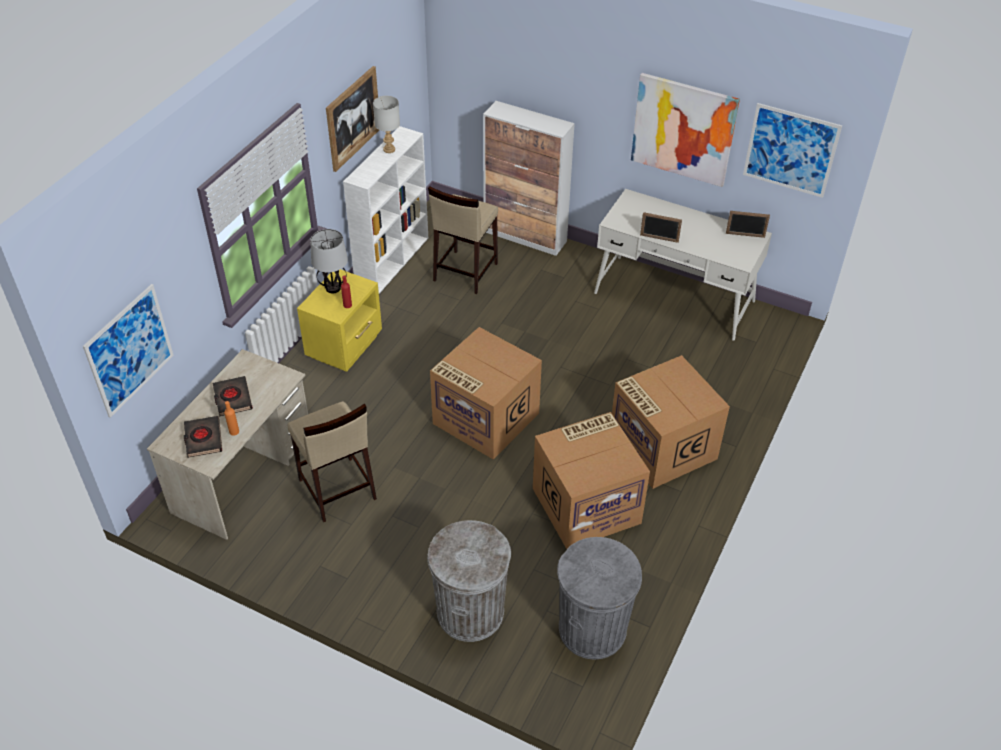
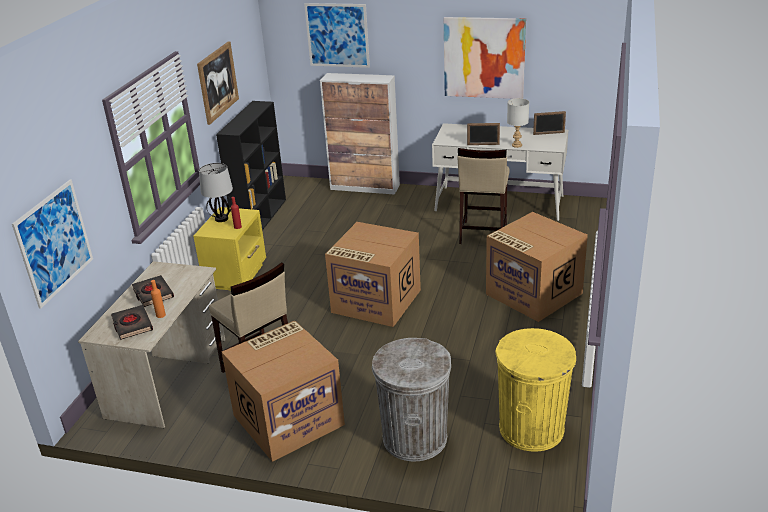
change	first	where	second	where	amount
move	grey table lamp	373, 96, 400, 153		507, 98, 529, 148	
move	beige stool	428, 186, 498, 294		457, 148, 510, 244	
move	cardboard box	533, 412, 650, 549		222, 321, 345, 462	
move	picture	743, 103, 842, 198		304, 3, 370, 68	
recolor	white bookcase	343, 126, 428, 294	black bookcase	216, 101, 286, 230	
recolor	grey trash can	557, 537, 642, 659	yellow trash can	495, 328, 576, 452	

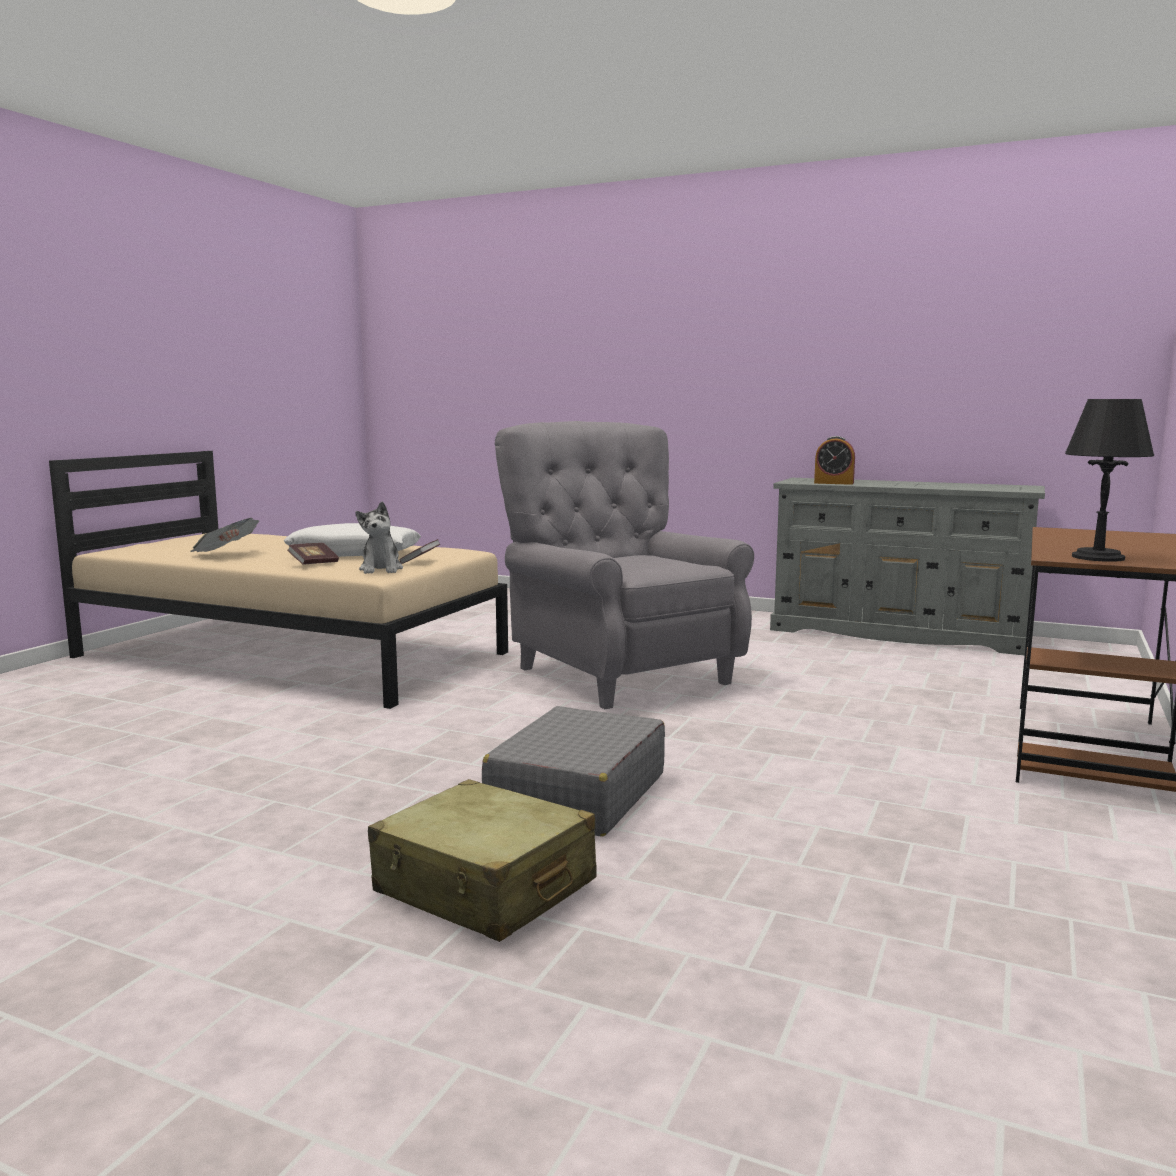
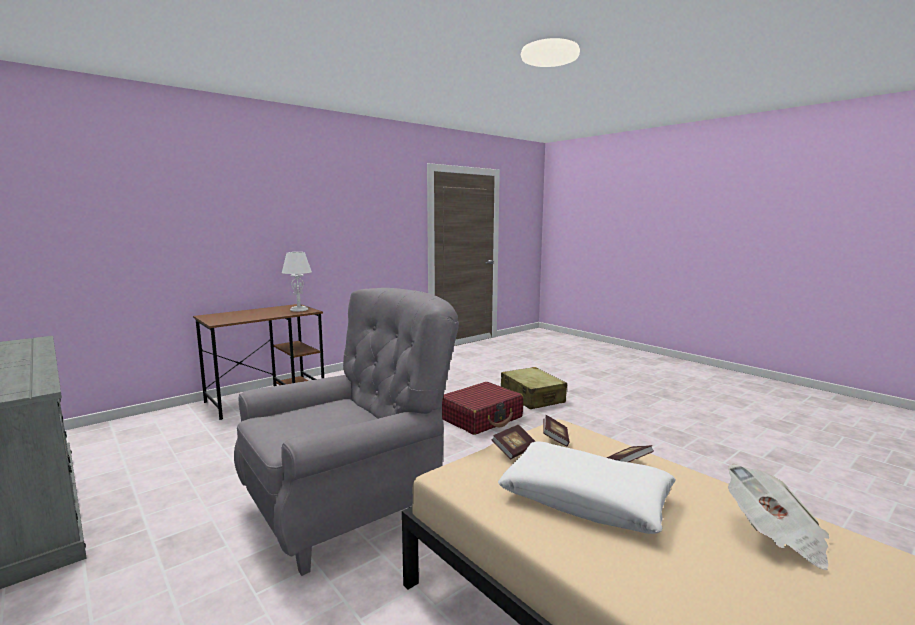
change	first	where	second	where	amount
delete	alarm clock	814, 436, 855, 485			
replace	plush toy	355, 502, 403, 574	book	543, 415, 570, 447	
recolor	grey suitcase	482, 706, 665, 837	red suitcase	442, 382, 523, 435	
recolor	black table lamp	1065, 399, 1154, 562	white table lamp	282, 252, 312, 312	
rotate	grey armchair	495, 421, 754, 709		234, 288, 459, 576	120 degrees counterclockwise

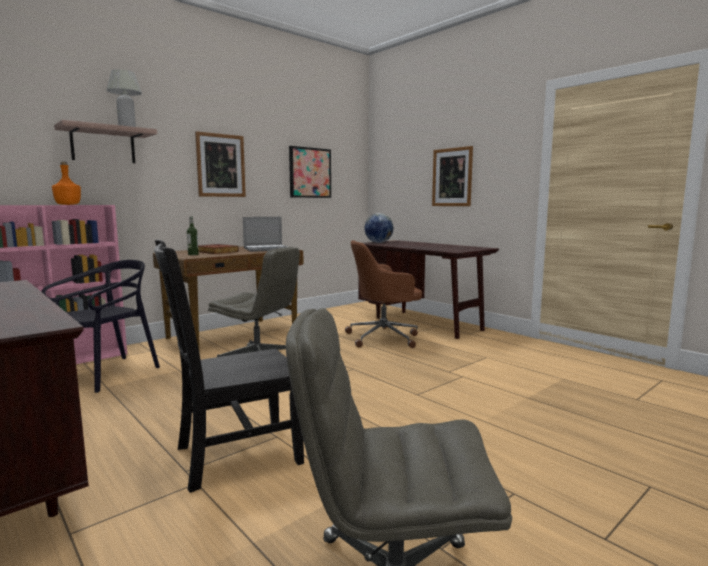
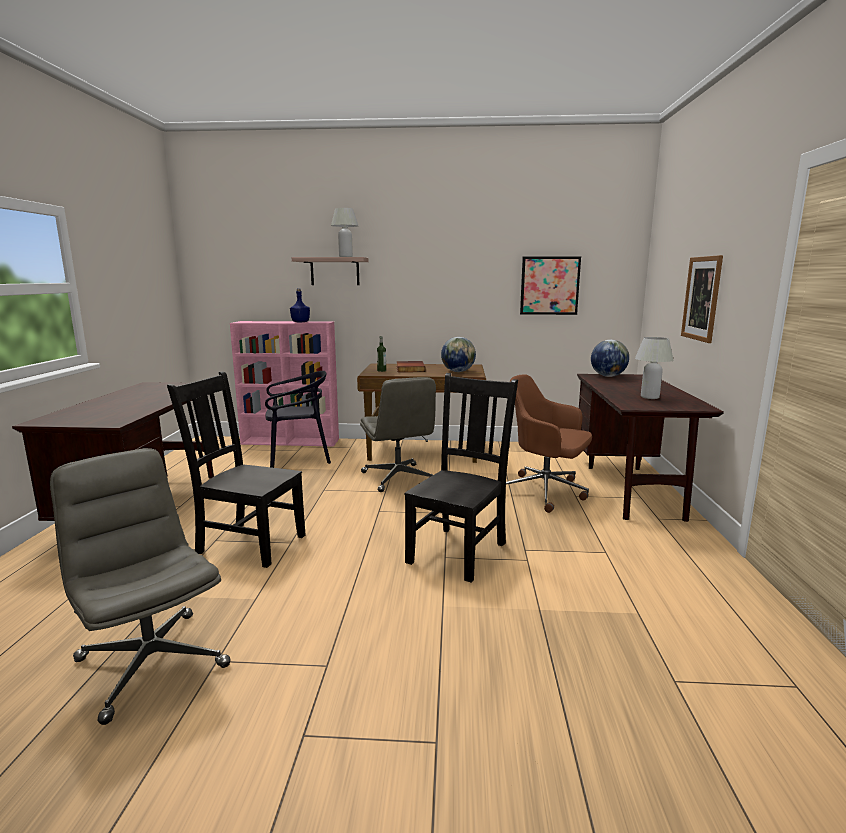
change	first	where	second	where	amount
delete	picture	195, 131, 246, 197			
insert			black chair	404, 373, 518, 583	
insert			white table lamp	635, 337, 674, 399	
replace	laptop	243, 217, 287, 252	globe	441, 337, 476, 372	
recolor	orange bottle	52, 162, 81, 205	blue bottle	290, 289, 310, 322	

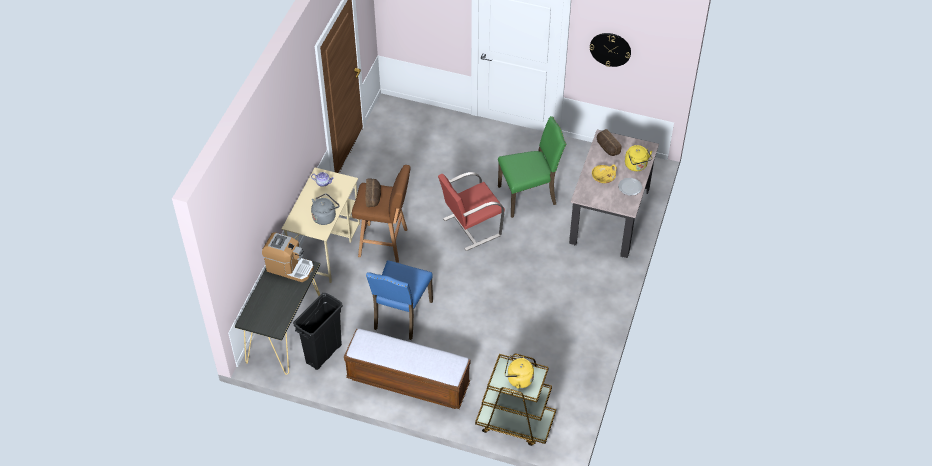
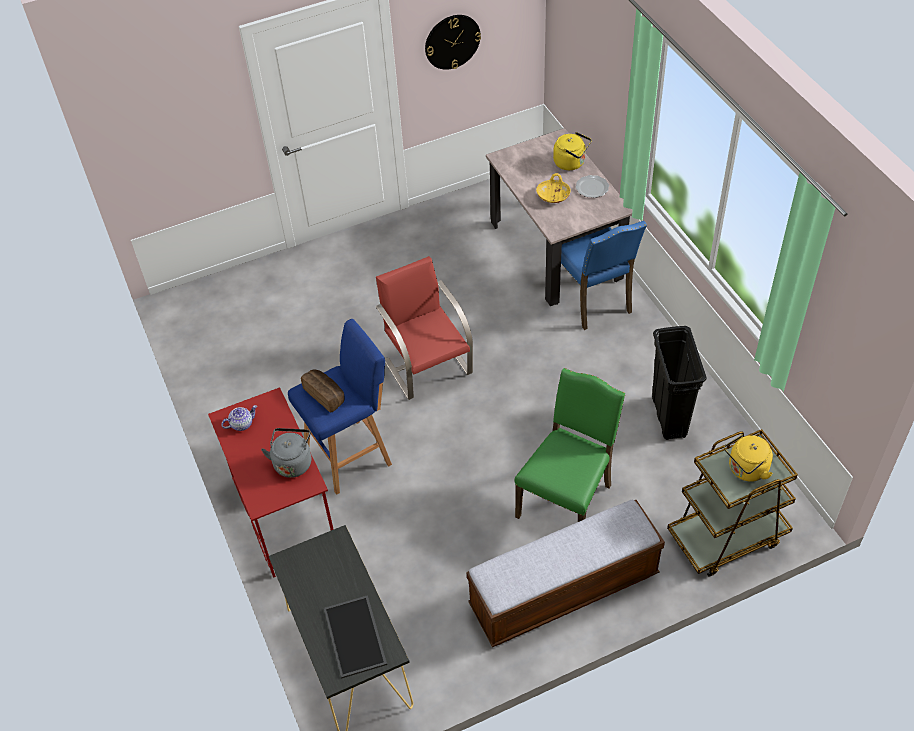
change	first	where	second	where	amount
delete	coffee machine	262, 233, 314, 282			
delete	bread	597, 129, 621, 156			
insert			tray	324, 595, 387, 679	
move	black trash can	293, 293, 343, 370		652, 326, 707, 440	
move	blue chair	366, 260, 433, 340		561, 221, 647, 330	
move	green chair	498, 116, 566, 218		515, 368, 625, 522	
recolor	beige desk	282, 168, 360, 283	red desk	208, 387, 334, 578	
recolor	brown stool	352, 165, 410, 263	blue stool	288, 319, 392, 495	
rotate	red chair	438, 172, 505, 251		376, 256, 473, 400	135 degrees clockwise

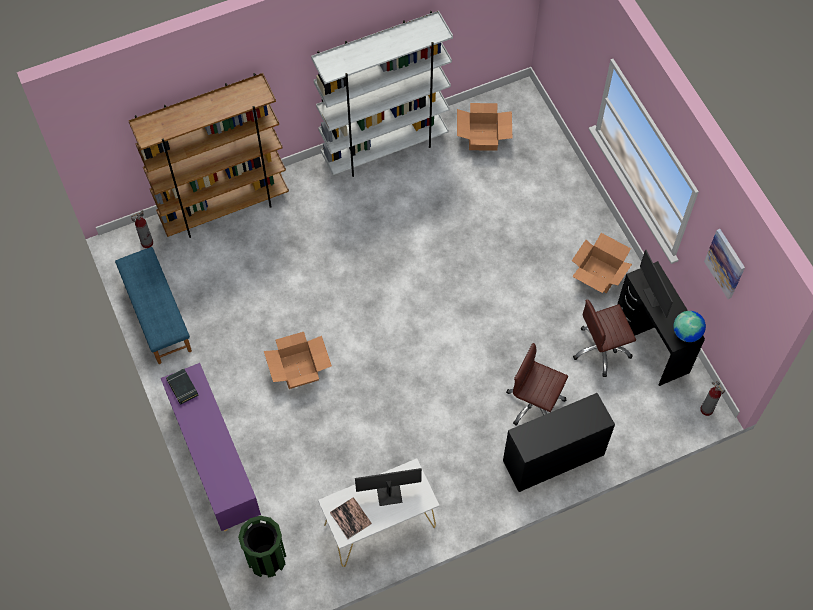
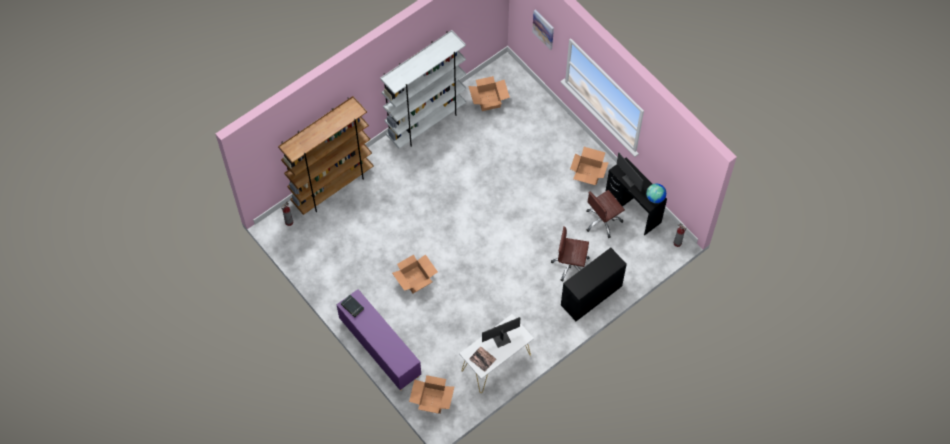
change	first	where	second	where	amount
delete	blue bench	115, 247, 192, 364			
move	picture	704, 229, 745, 299		532, 10, 554, 50	
replace	green trash can	238, 516, 286, 578	cardboard box	409, 375, 454, 414	

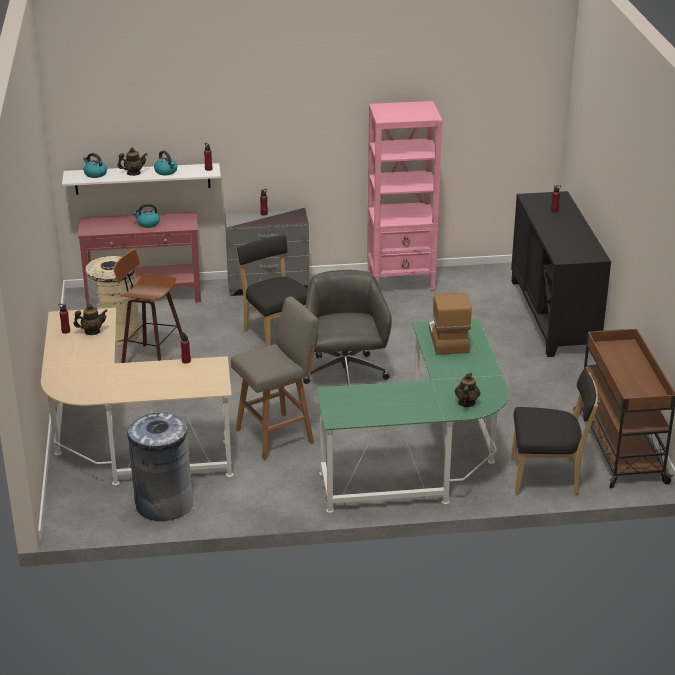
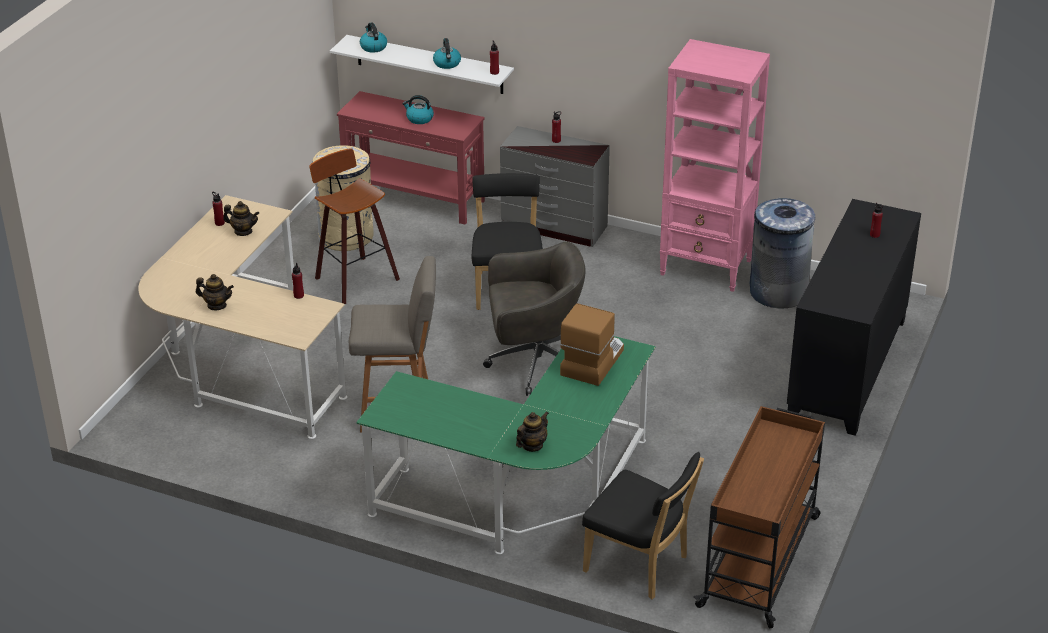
change	first	where	second	where	amount
move	teapot	118, 148, 148, 176		196, 274, 234, 310	
move	grey trash can	127, 412, 193, 521		749, 197, 815, 308	
rotate	grey office chair	303, 270, 392, 385		483, 242, 586, 396	60 degrees clockwise

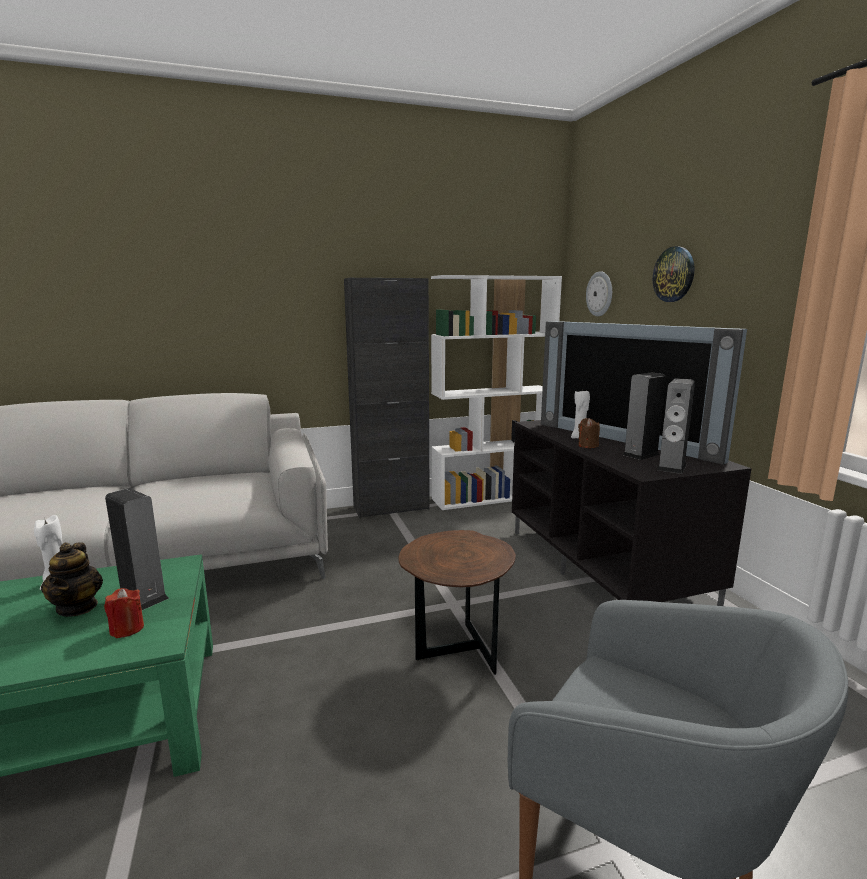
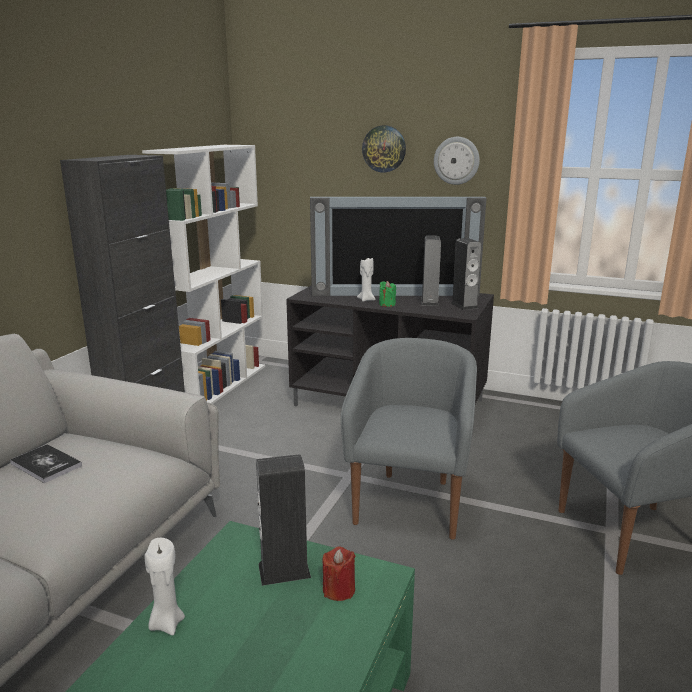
change	first	where	second	where	amount
delete	teapot	41, 543, 103, 617			
insert			book	10, 444, 82, 483	
move	wall clock	586, 271, 612, 317		434, 137, 480, 185	
replace	brown side table	398, 530, 516, 675	grey armchair	341, 338, 477, 539	
recolor	brown candle	578, 418, 600, 448	green candle	379, 281, 396, 307	

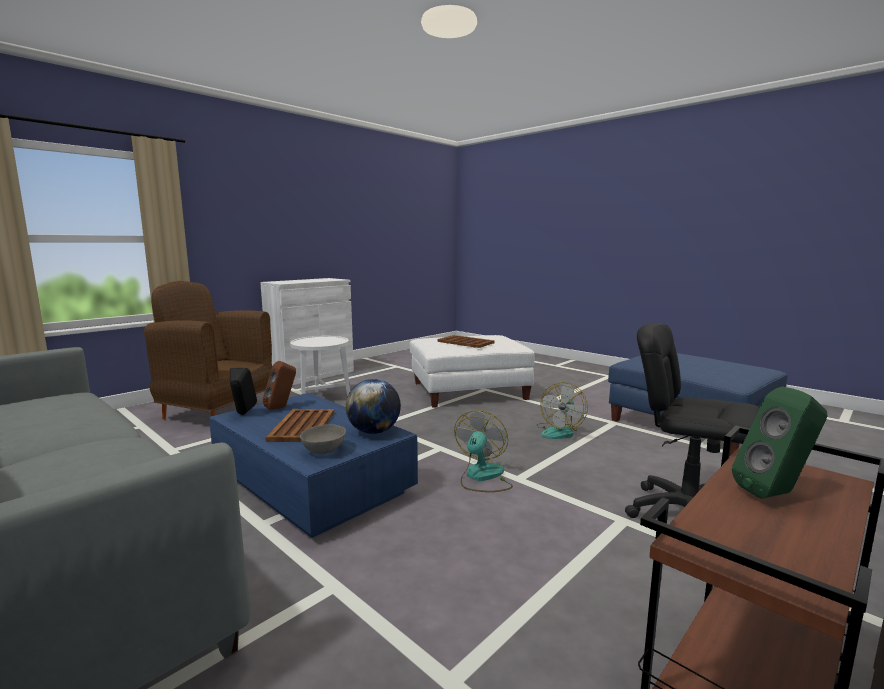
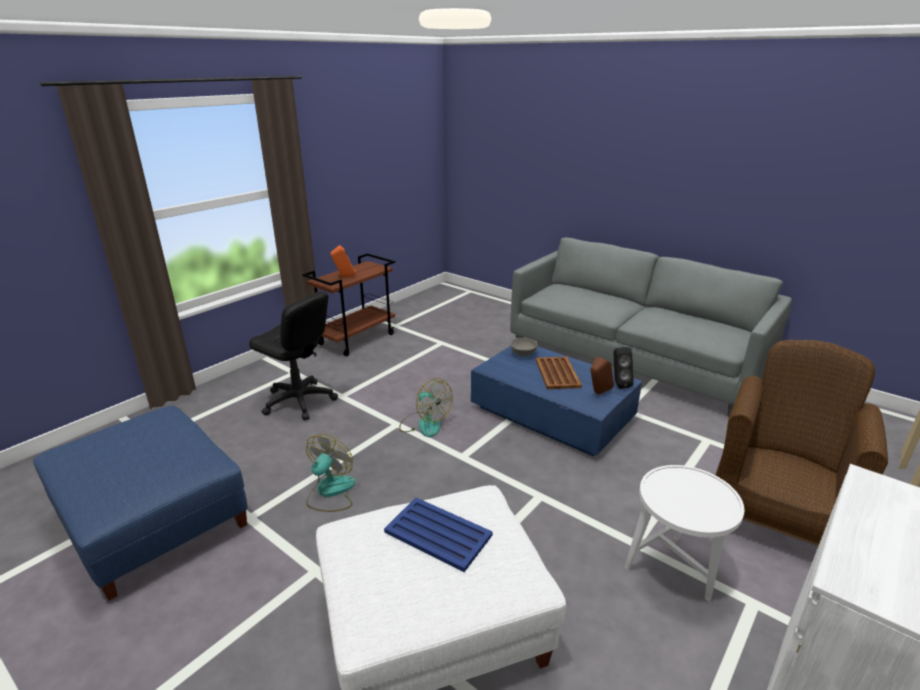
change	first	where	second	where	amount
delete	globe	346, 379, 401, 434			
recolor	brown tray	438, 335, 495, 348	blue tray	384, 497, 493, 572	
recolor	green speaker	732, 386, 827, 499	orange speaker	331, 245, 356, 277	
rotate	brown armchair	144, 281, 272, 419		715, 340, 888, 546	75 degrees counterclockwise
rotate	fan	454, 410, 513, 492		399, 378, 453, 437	60 degrees counterclockwise

